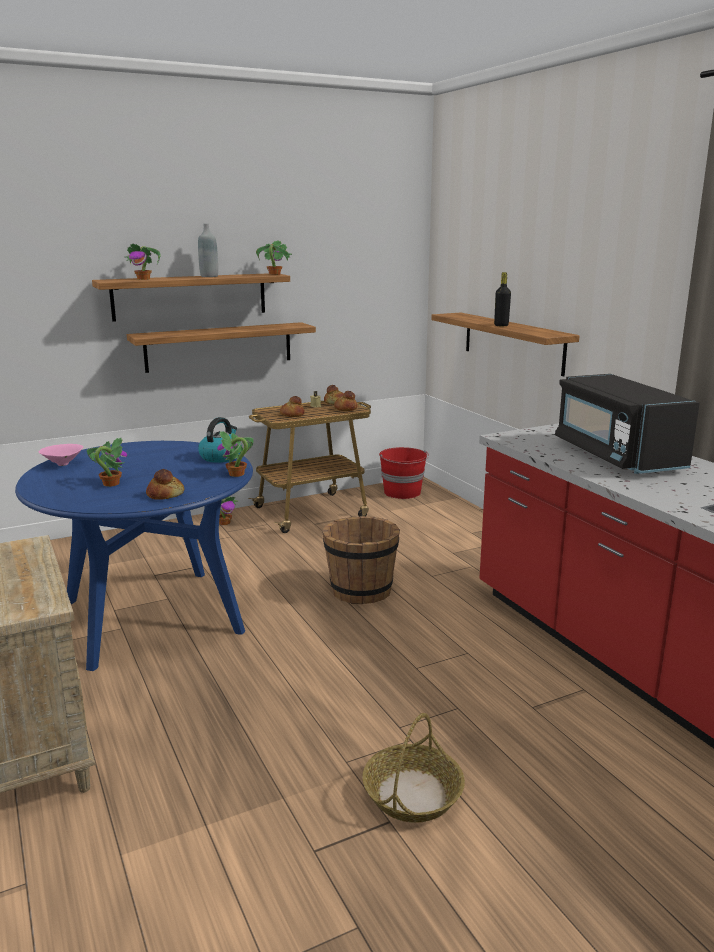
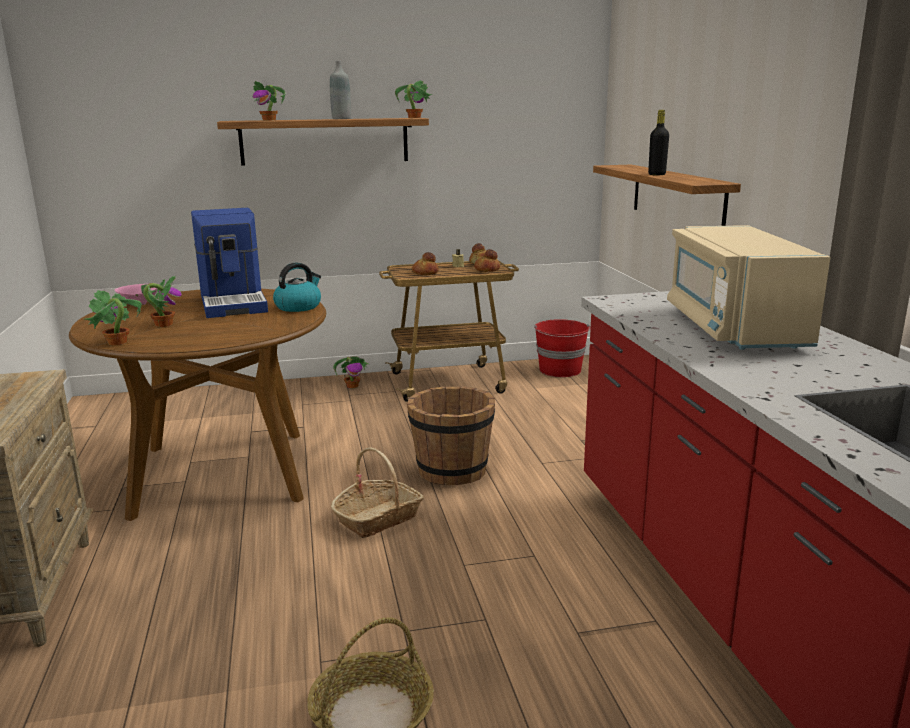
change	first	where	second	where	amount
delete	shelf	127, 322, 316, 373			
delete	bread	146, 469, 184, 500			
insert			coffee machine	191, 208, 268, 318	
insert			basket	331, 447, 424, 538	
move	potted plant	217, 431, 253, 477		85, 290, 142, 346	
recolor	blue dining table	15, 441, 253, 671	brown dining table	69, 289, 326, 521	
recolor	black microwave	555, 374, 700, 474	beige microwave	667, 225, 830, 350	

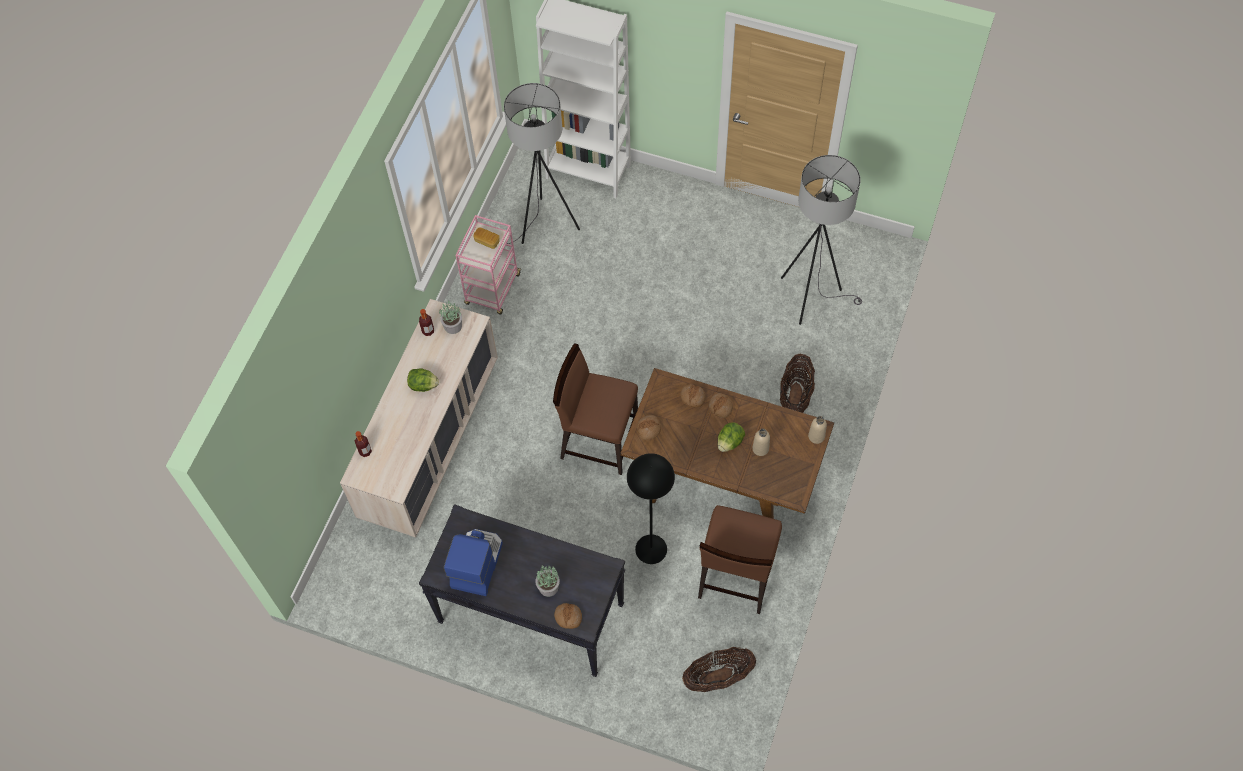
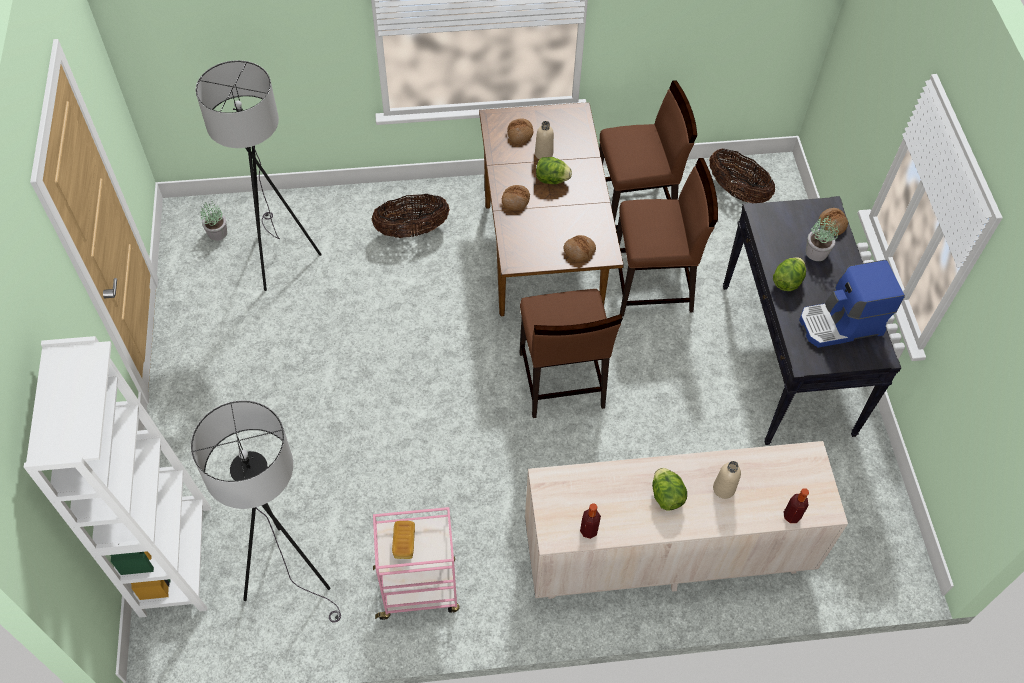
change	first	where	second	where	amount
insert			lettuce	773, 257, 806, 291	
move	potted plant	439, 301, 462, 334		200, 201, 227, 241	
move	bread	681, 384, 706, 408		507, 119, 534, 144	
move	beige bottle	808, 416, 827, 444		713, 461, 741, 499	
replace	black floor lamp	627, 453, 675, 564	brown chair	617, 158, 718, 316	

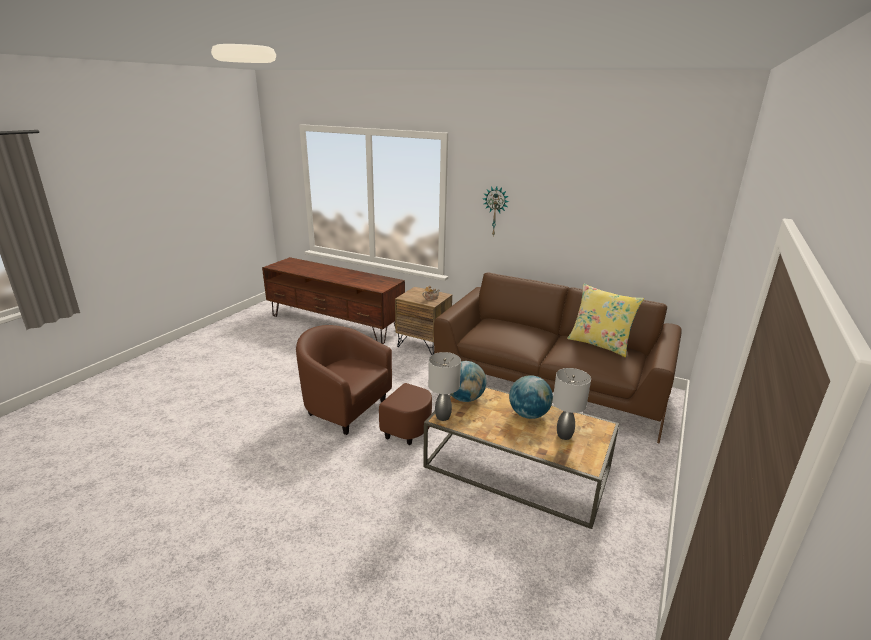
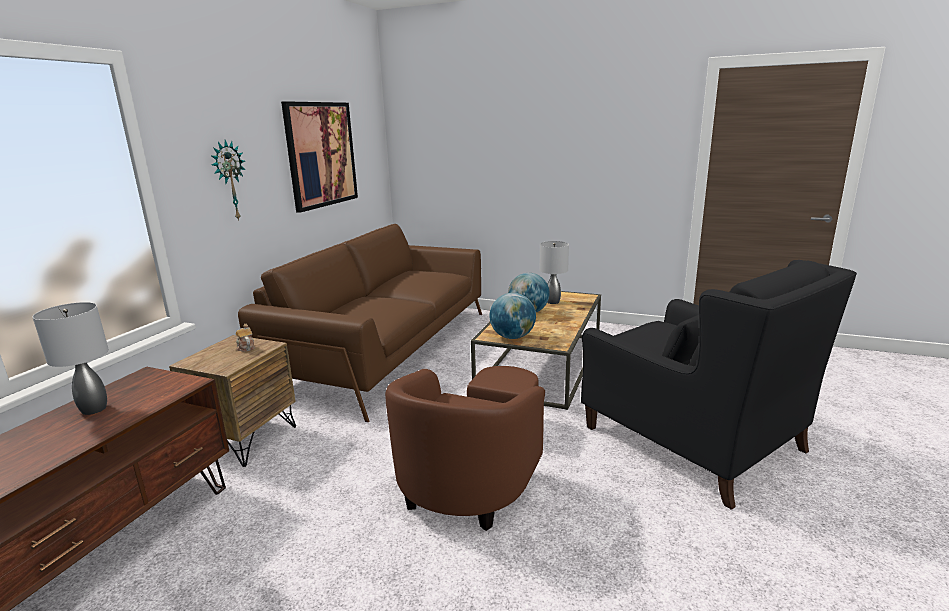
change	first	where	second	where	amount
delete	yellow pillow	567, 284, 644, 357			
insert			picture	281, 101, 358, 213	
insert			black armchair	581, 260, 857, 510	
move	grey table lamp	428, 352, 461, 421		32, 302, 109, 415	

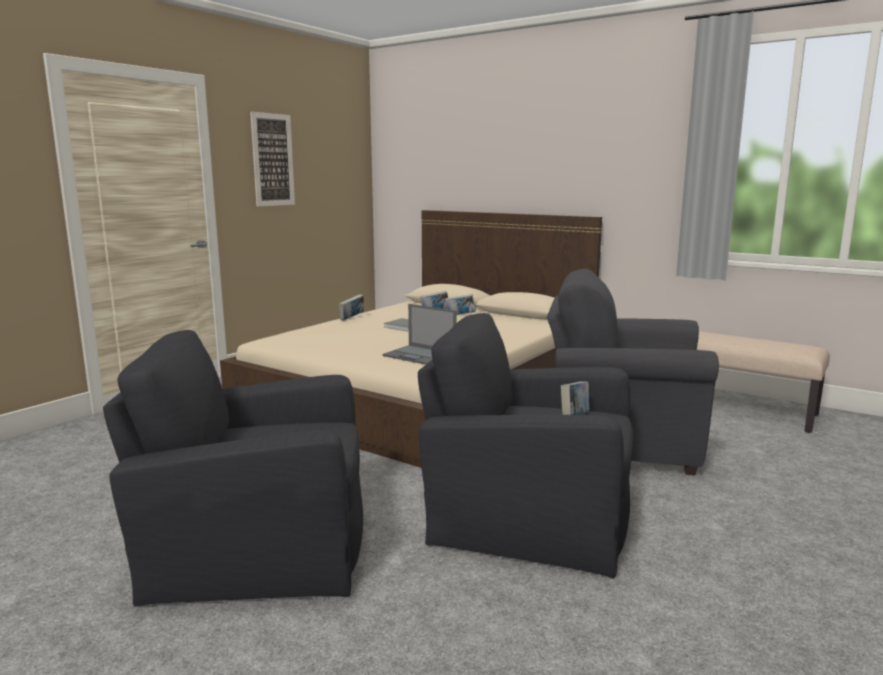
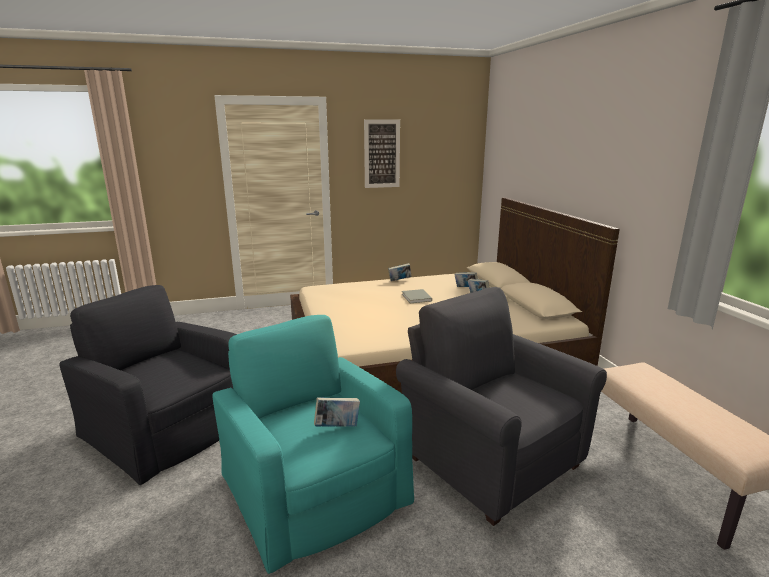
change	first	where	second	where	amount
delete	laptop	382, 304, 457, 365			
recolor	black armchair	418, 313, 633, 578	turquoise armchair	212, 315, 414, 574	

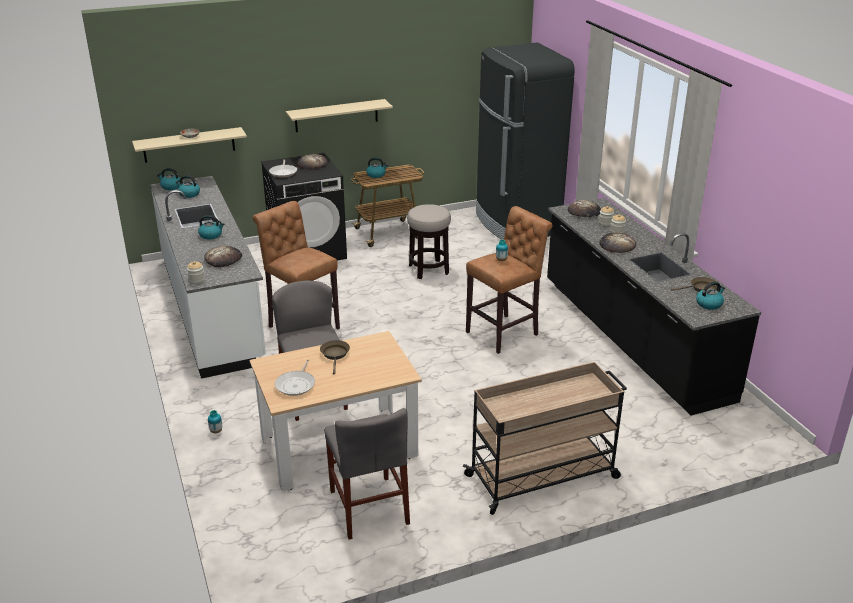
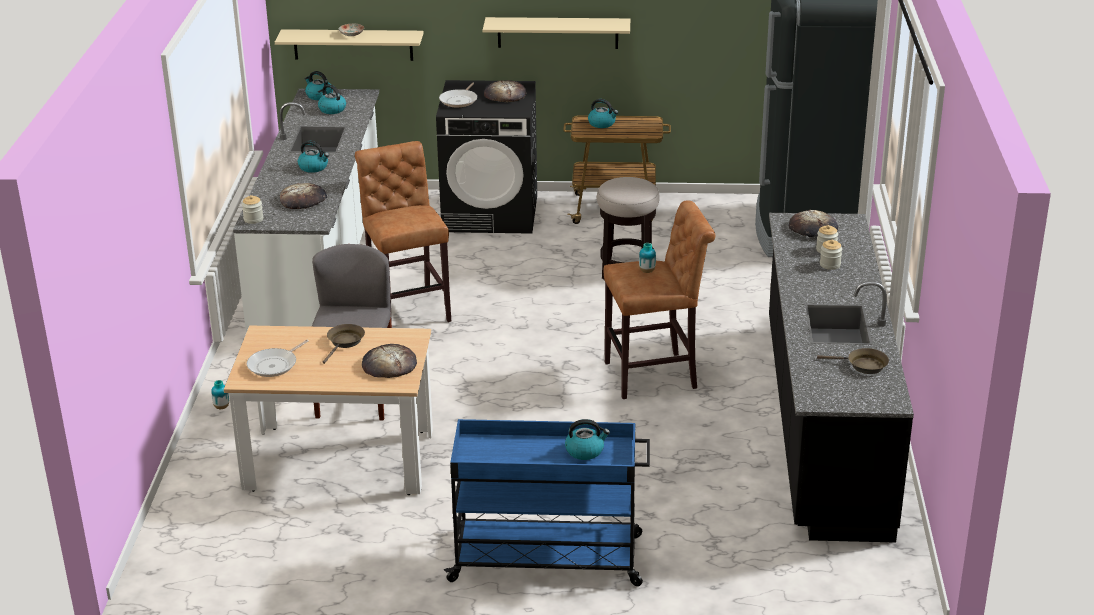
change	first	where	second	where	amount
delete	grey chair	324, 408, 410, 539			
move	bread	599, 233, 636, 253		362, 344, 417, 378	
move	kettle	696, 281, 725, 310		565, 419, 610, 460	
recolor	beige cart	463, 362, 627, 515	blue cart	444, 419, 650, 586	

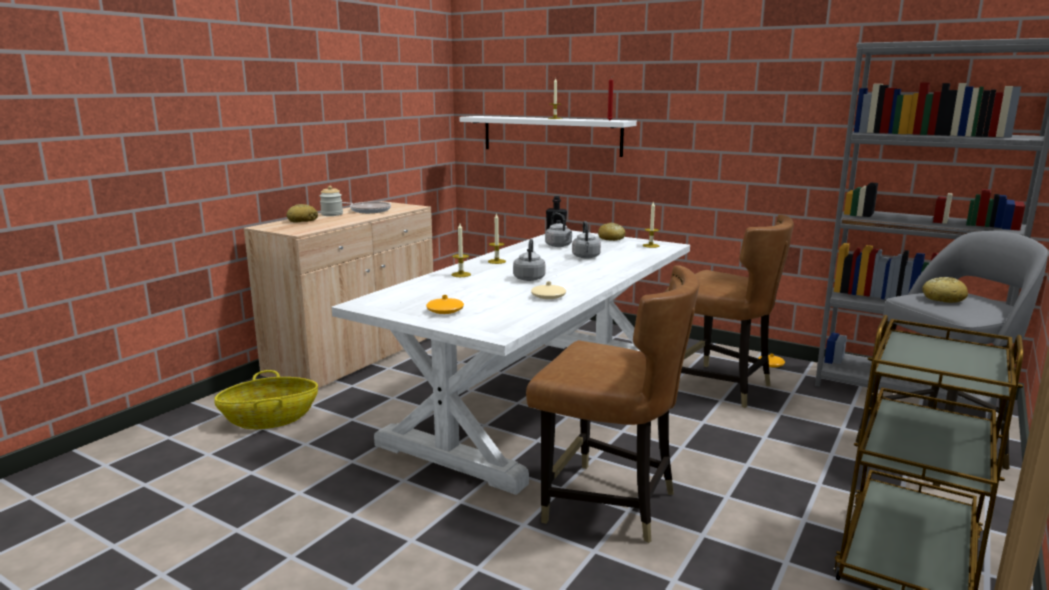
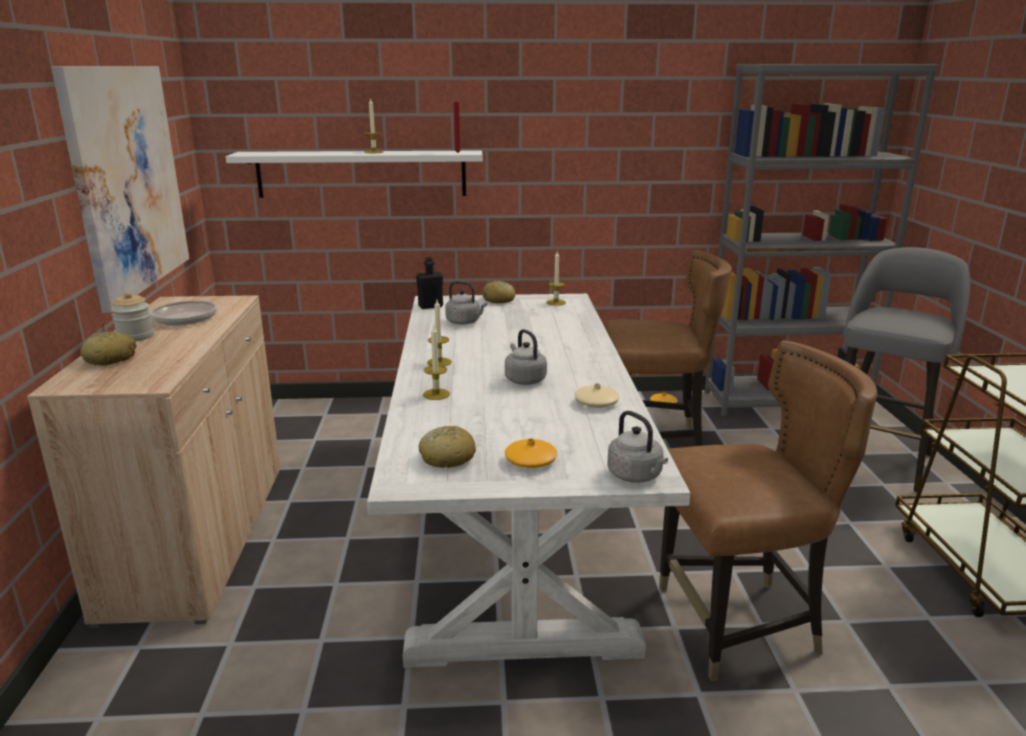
change	first	where	second	where	amount
delete	basket	214, 370, 318, 429			
insert			picture	51, 66, 189, 313	
move	grey kettle	572, 221, 601, 258		607, 411, 668, 483	
move	bread	922, 277, 968, 303		419, 426, 476, 468	

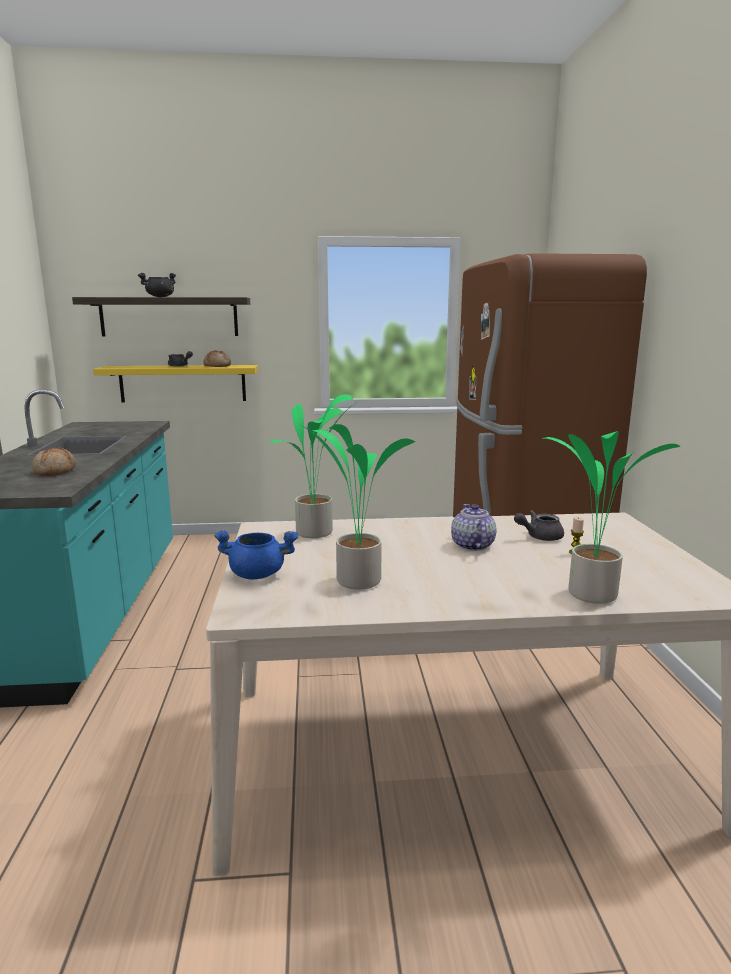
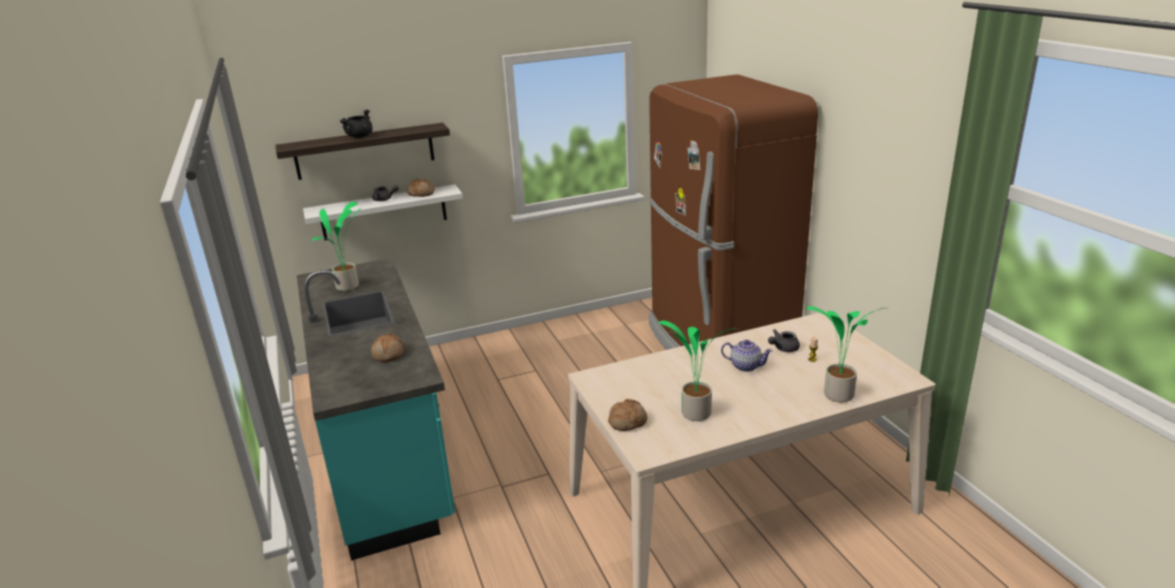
change	first	where	second	where	amount
move	potted plant	270, 394, 357, 538		312, 202, 361, 291	
replace	blue cooking pot	214, 530, 298, 579	bread	608, 399, 647, 431	
recolor	yellow shelf	93, 365, 258, 402	white shelf	303, 184, 463, 240	
rotate	teapot	451, 504, 496, 551		721, 340, 773, 372	135 degrees clockwise

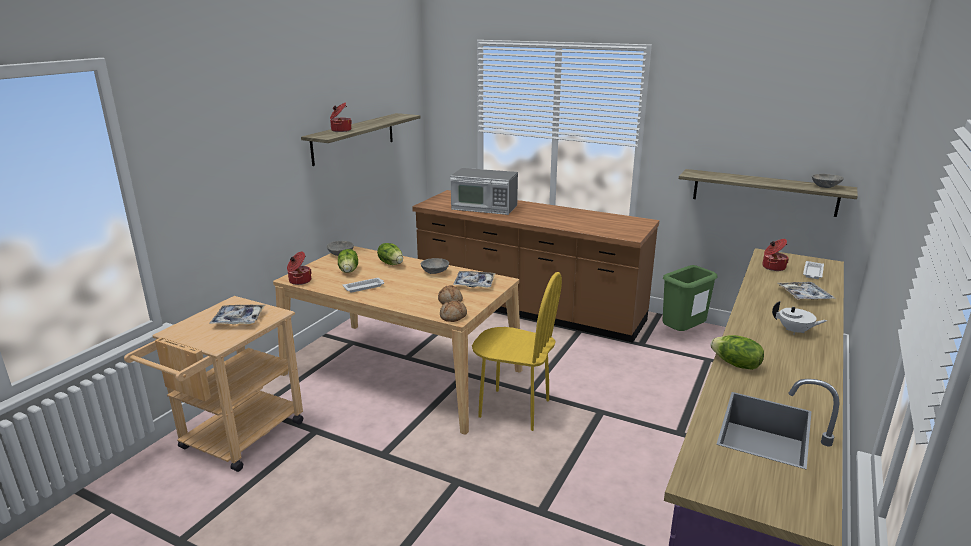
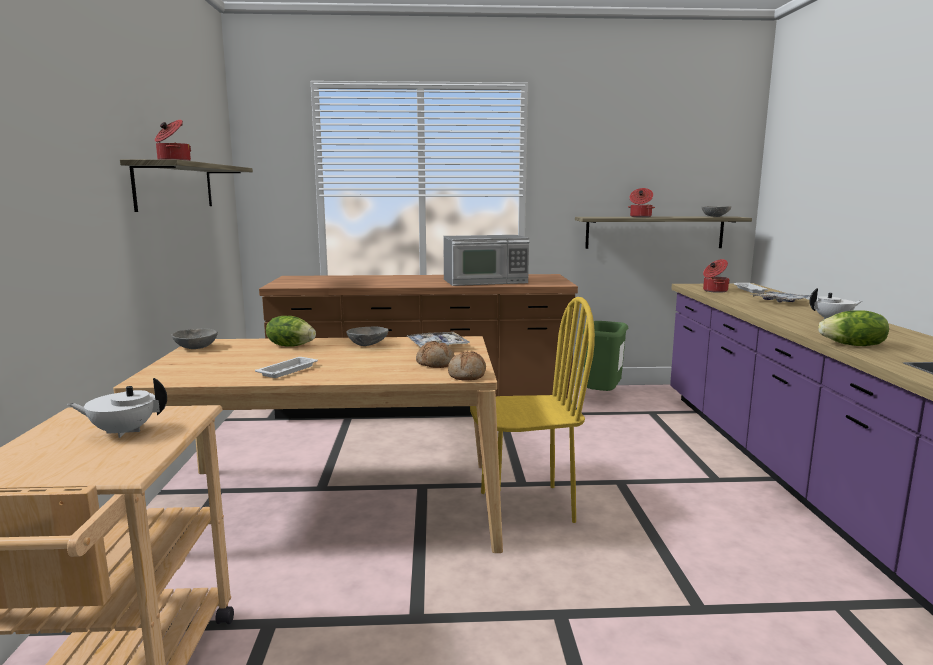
change	first	where	second	where	amount
delete	lettuce	338, 249, 358, 273			
move	cooking pot	287, 252, 312, 285		628, 188, 655, 217	
move	microwave	450, 168, 518, 215		443, 235, 529, 286	
replace	tray	209, 305, 265, 324	white teapot	67, 378, 167, 438	

